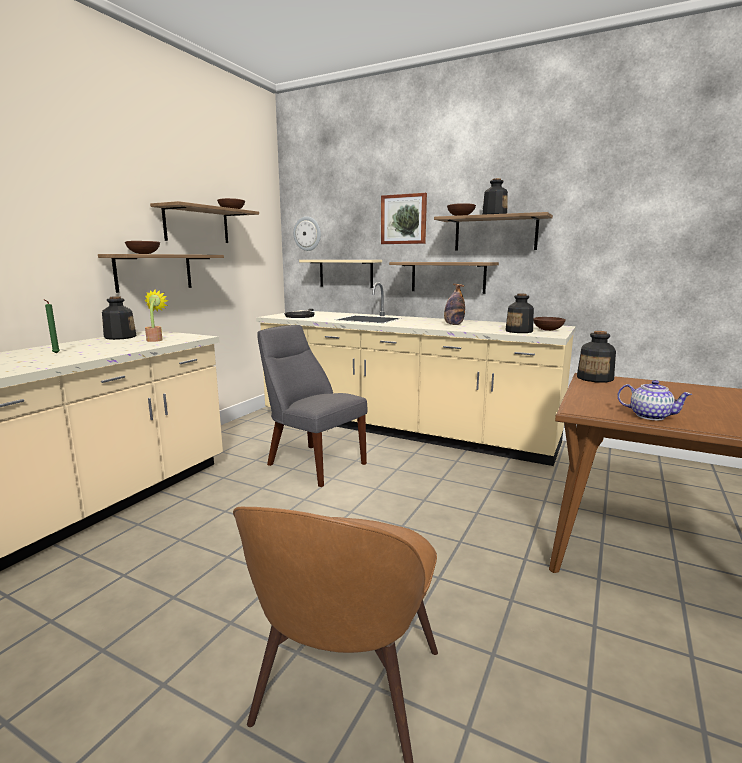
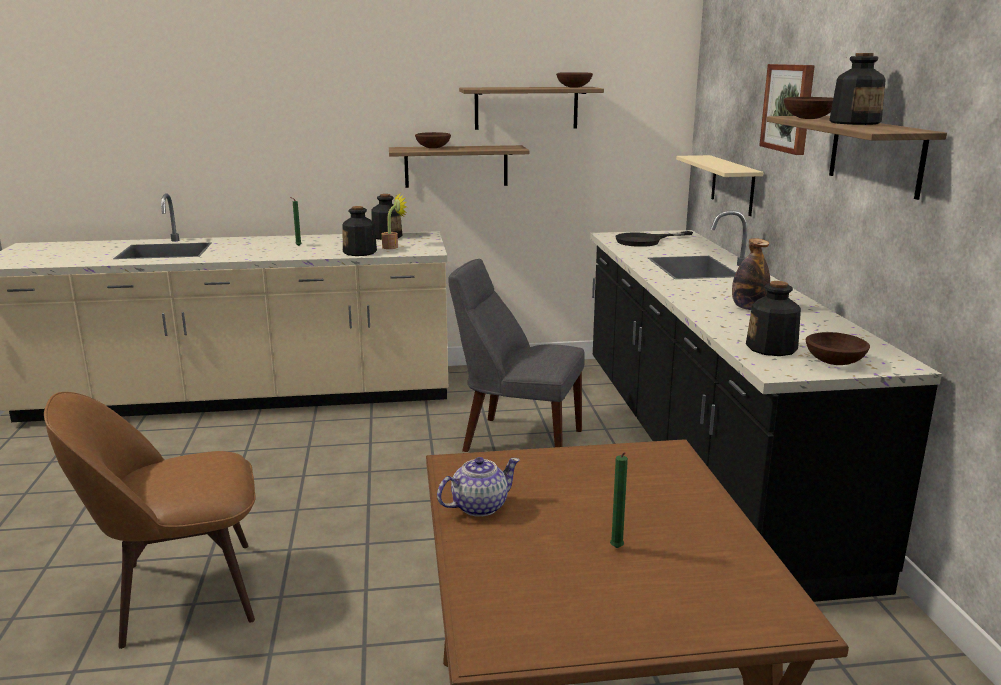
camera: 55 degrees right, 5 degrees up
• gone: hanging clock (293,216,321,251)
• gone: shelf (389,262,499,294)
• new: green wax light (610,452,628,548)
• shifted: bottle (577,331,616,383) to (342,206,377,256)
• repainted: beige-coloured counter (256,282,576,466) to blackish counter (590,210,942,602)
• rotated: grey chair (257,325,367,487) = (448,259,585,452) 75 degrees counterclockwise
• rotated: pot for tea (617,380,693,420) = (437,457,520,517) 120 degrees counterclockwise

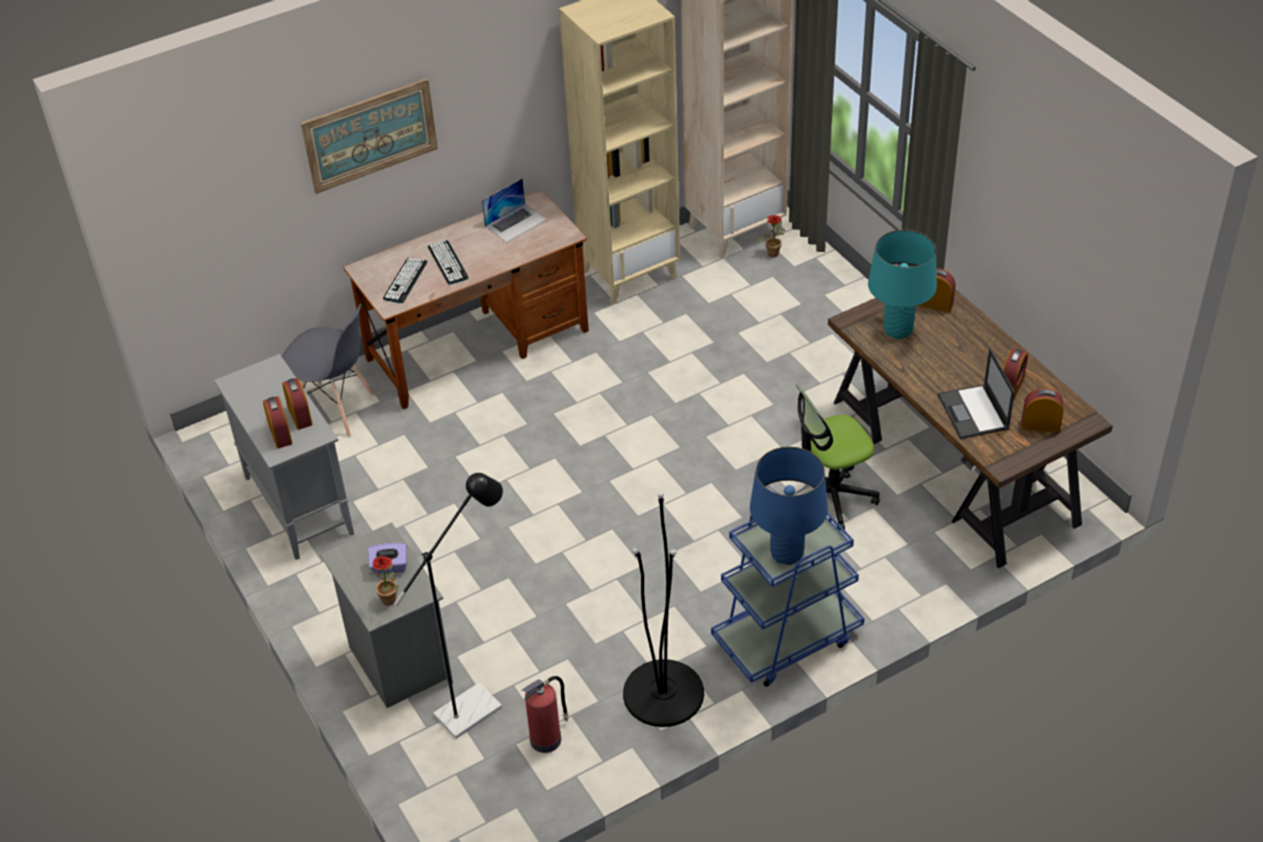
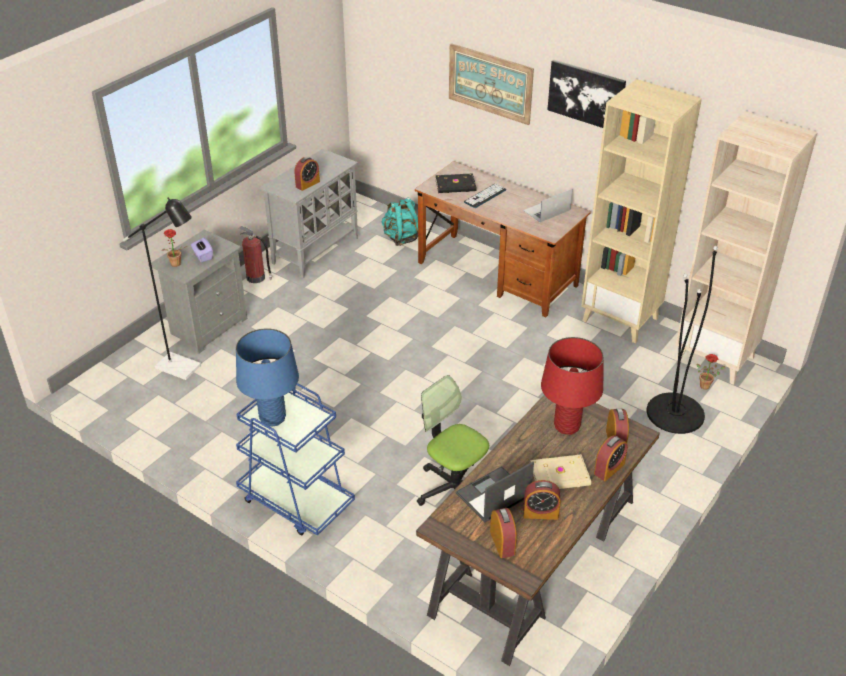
camera: 65 degrees right, 5 degrees down
• new: beige-coloured bound book (530,455,591,489)
• new: picture (547,60,626,128)
• shifted: bedside clock (263,396,293,448) to (594,435,628,481)
• shifted: extinguisher (522,676,569,753) to (239,226,272,283)
• shifted: blackish floor lamp (623,492,704,727) to (647,246,718,434)
• swapped: grey chair (282,304,375,437) to turquoise-coloured backpack (382,197,418,246)
• swapped: keyboard (383,257,427,303) to blackish bound book (435,173,476,193)
• repainted: turquoise-coloured lamp for a table (868,230,937,339) to red lamp for a table (541,337,604,435)
• rotated: notebook computer (482,178,547,242) = (523,189,572,222) 120 degrees clockwise

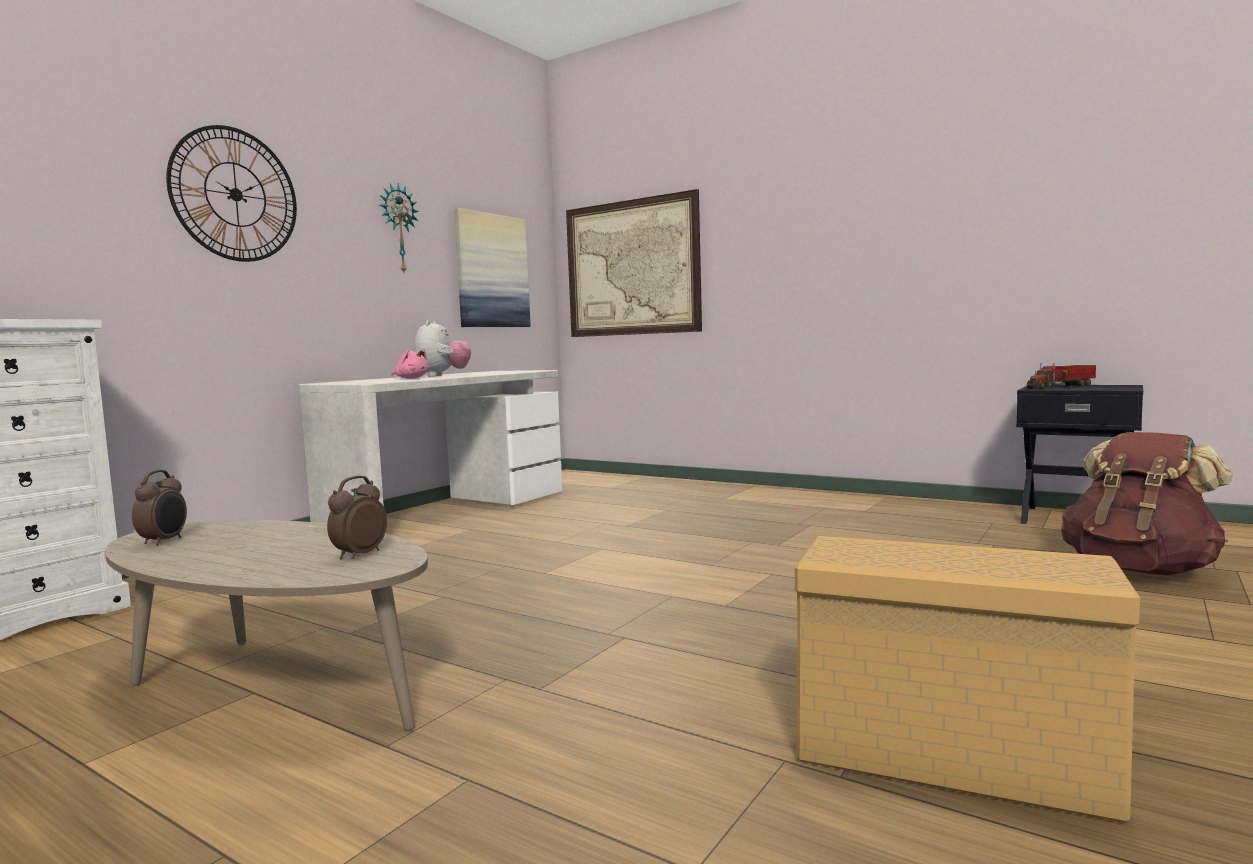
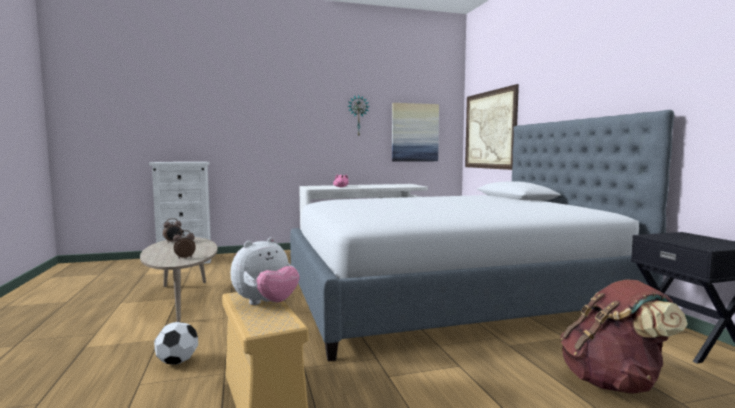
camera: 40 degrees right, 0 degrees up
• gone: hanging clock (166,125,297,262)
• gone: model truck (1027,363,1096,389)
• new: football ball (154,322,198,365)
• new: bedroom bed (290,110,674,362)
• shifted: soft toy (414,321,471,377) to (231,237,300,305)

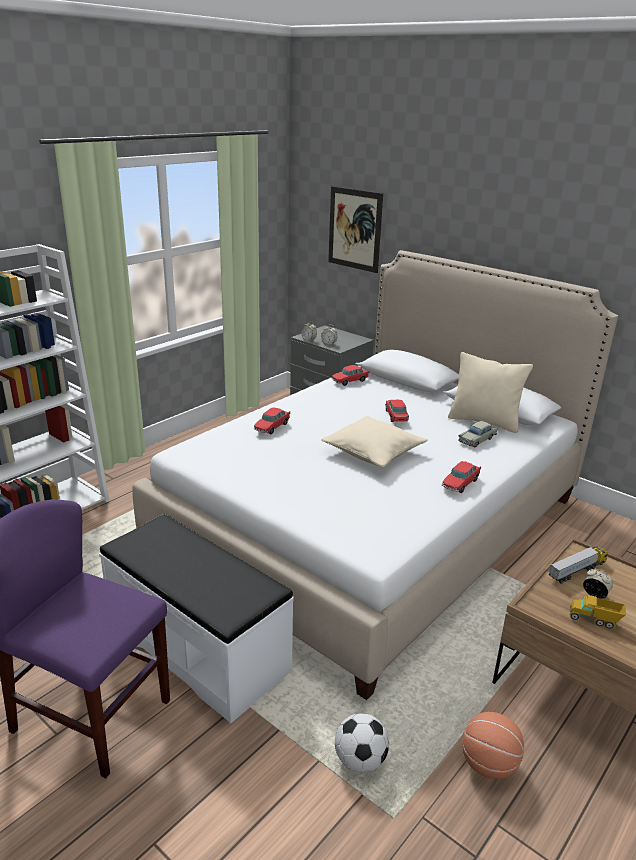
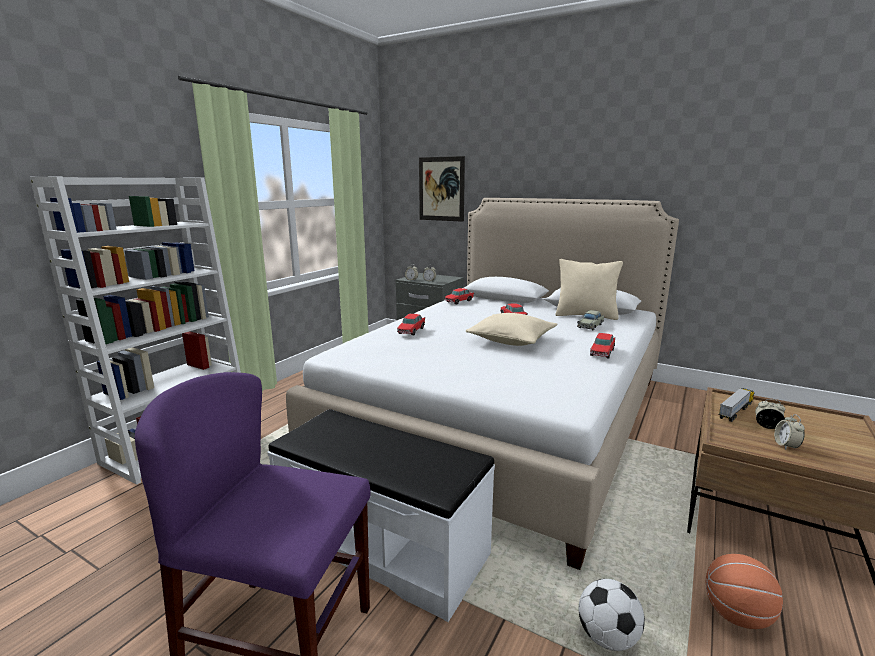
camera: 10 degrees left, 10 degrees down
• swapped: model truck (569,595,626,629) to bedside clock (774,414,805,450)

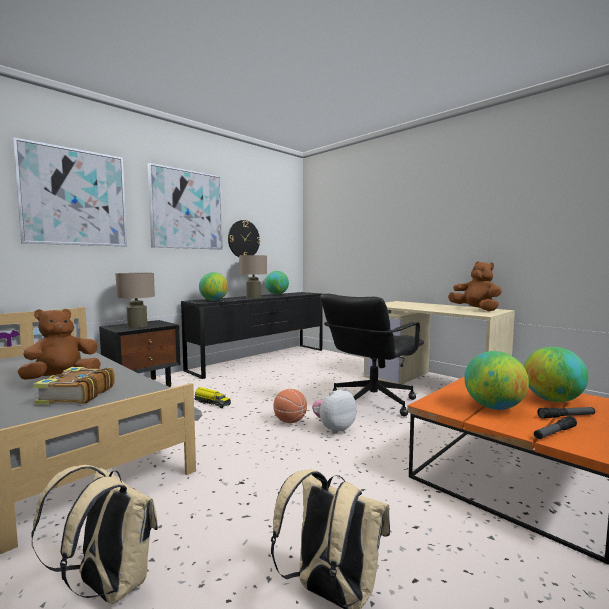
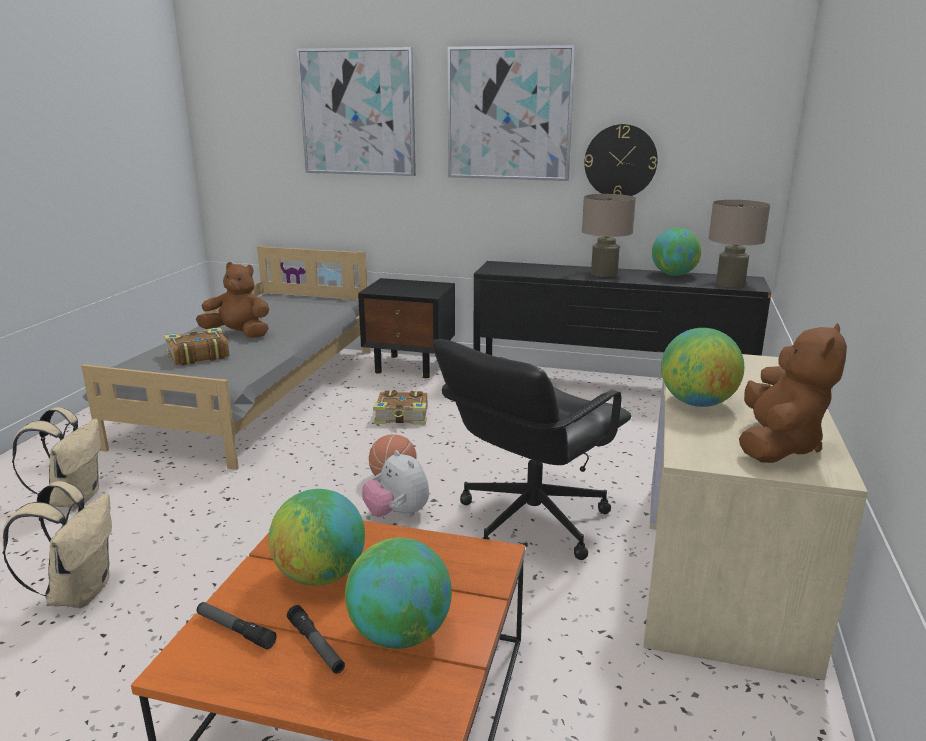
camera: 60 degrees right, 15 degrees up
• shifted: beige-coloured lamp for a table (115,273,155,328) to (709,200,770,288)
• shifted: desk globe (199,272,228,301) to (661,328,744,407)
• swapped: model truck (194,387,231,408) to bound book (373,391,427,425)
• rotated: soft toy (312,387,357,434) = (362,450,429,517) 150 degrees counterclockwise
• rotated: blackish computer chair (320,294,424,417) = (432,339,631,560) 60 degrees counterclockwise

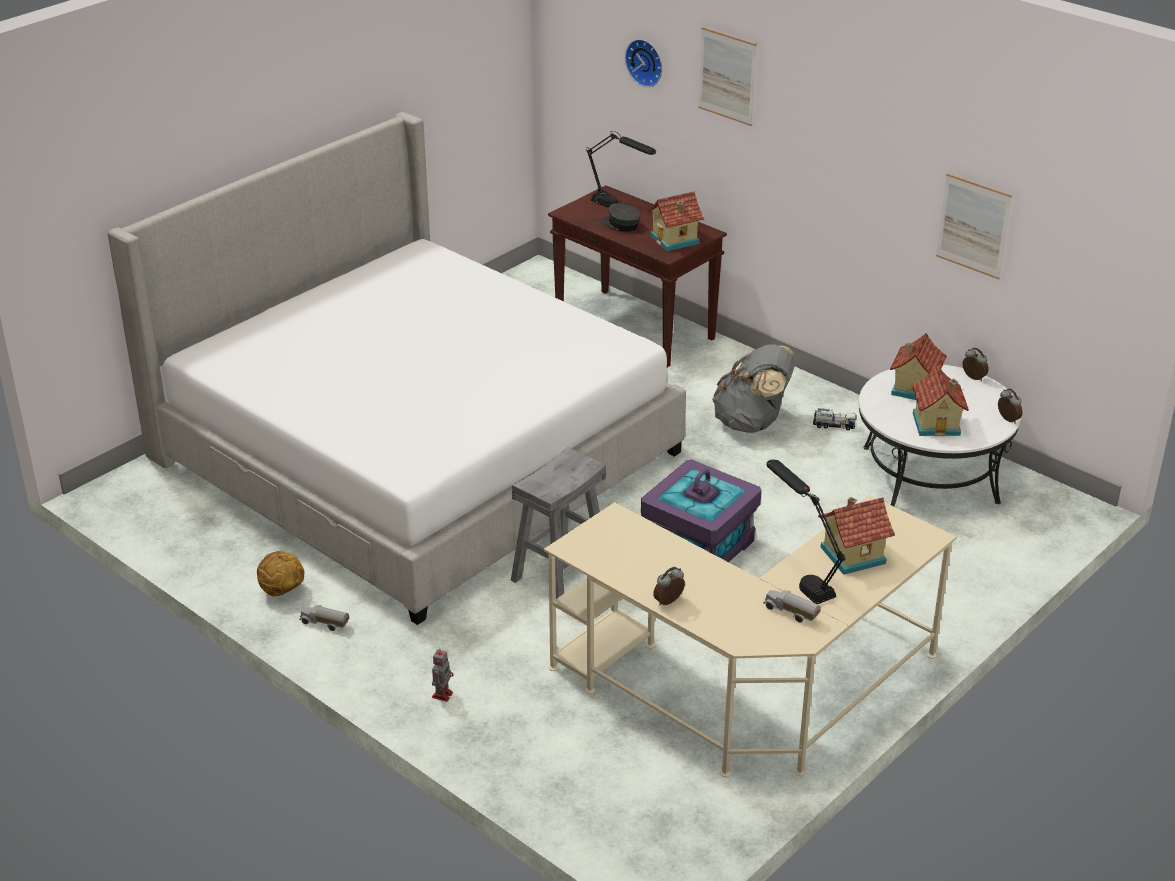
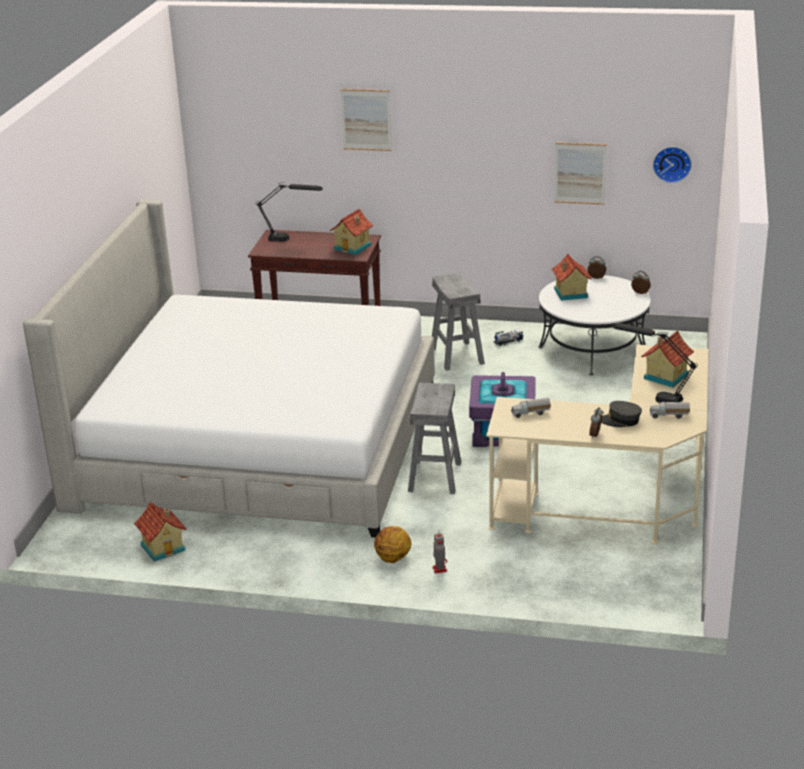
camera: 30 degrees left, 5 degrees down
• shifted: ball for basketball (257,551,304,596) to (374,526,411,563)
• shifted: model truck (299,605,349,631) to (511,398,551,418)
• shifted: grey baseball cap (601,203,640,232) to (601,401,642,427)
• shifted: hanging clock (625,39,662,87) to (653,147,692,183)
• shifted: miniature house (912,366,969,436) to (134,502,186,562)
• swapped: grey backpack (712,345,795,433) to grey stool (432,272,485,371)

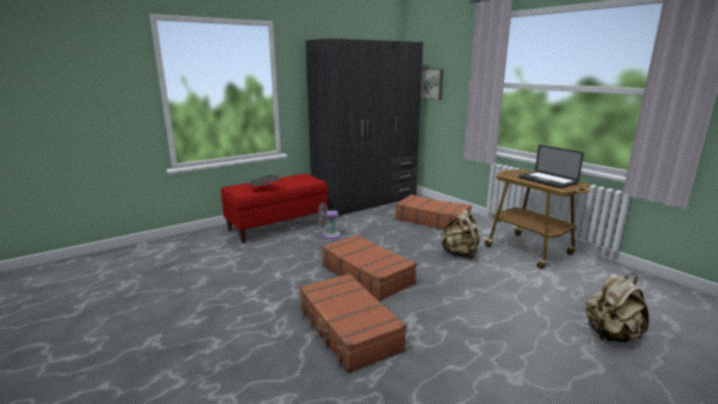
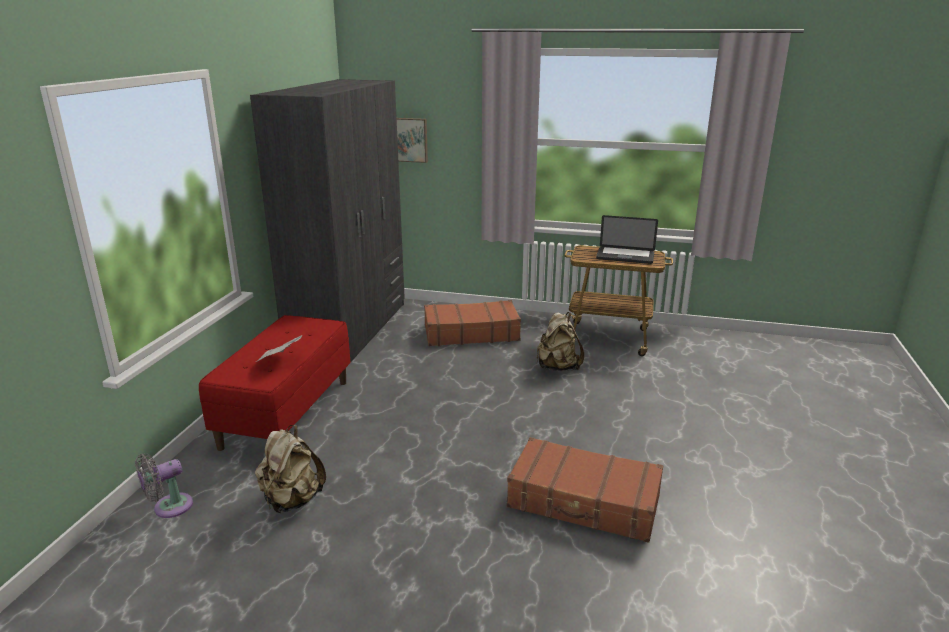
camera: 40 degrees left, 5 degrees up
• gone: brown-coloured travel case (322,234,417,301)
• shifted: grey cooling fan (318,202,341,239) to (135,453,193,518)
• shifted: beige-coloured backpack (586,273,649,343) to (255,425,326,513)

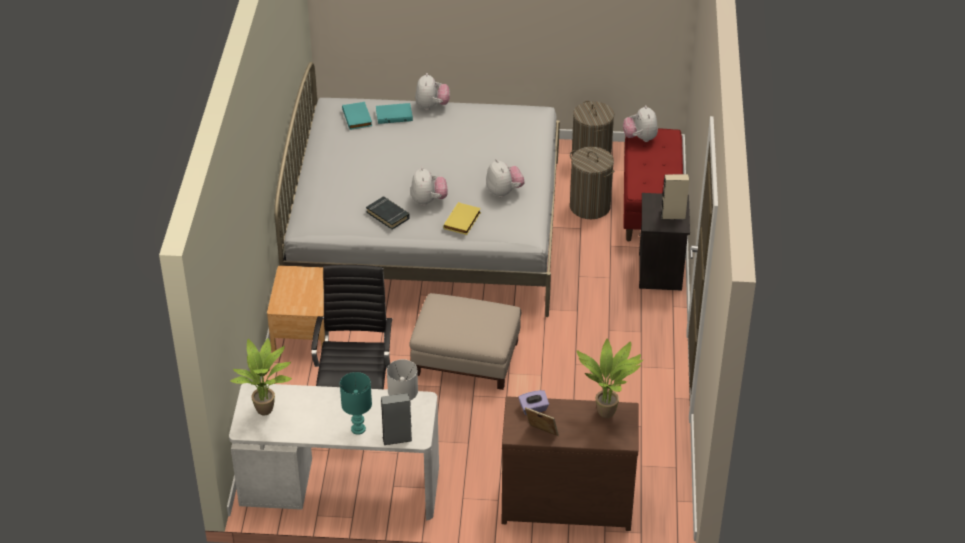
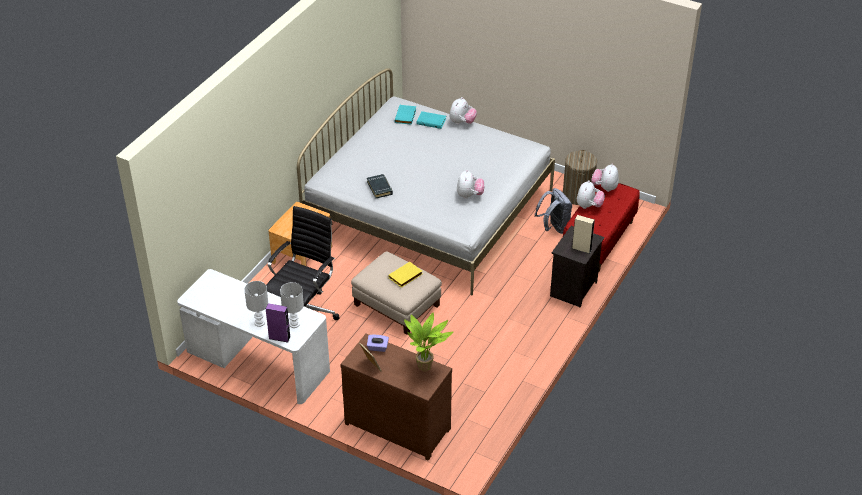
camera: 25 degrees right, 0 degrees up
• gone: plant in a pot (230,338,292,416)
• shifted: soft toy (411,167,448,206) to (577,180,605,209)
• shifted: yellowish bound book (443,202,481,235) to (388,262,422,288)
• swapped: laundry basket (570,147,614,219) to grey backpack (535,188,572,234)
• repainted: turquoise-coloured lamp for a table (340,372,372,435) to white-coloured lamp for a table (244,281,268,327)
• repainted: grey audio speaker (381,393,412,445) to purplish audio speaker (266,303,291,343)

